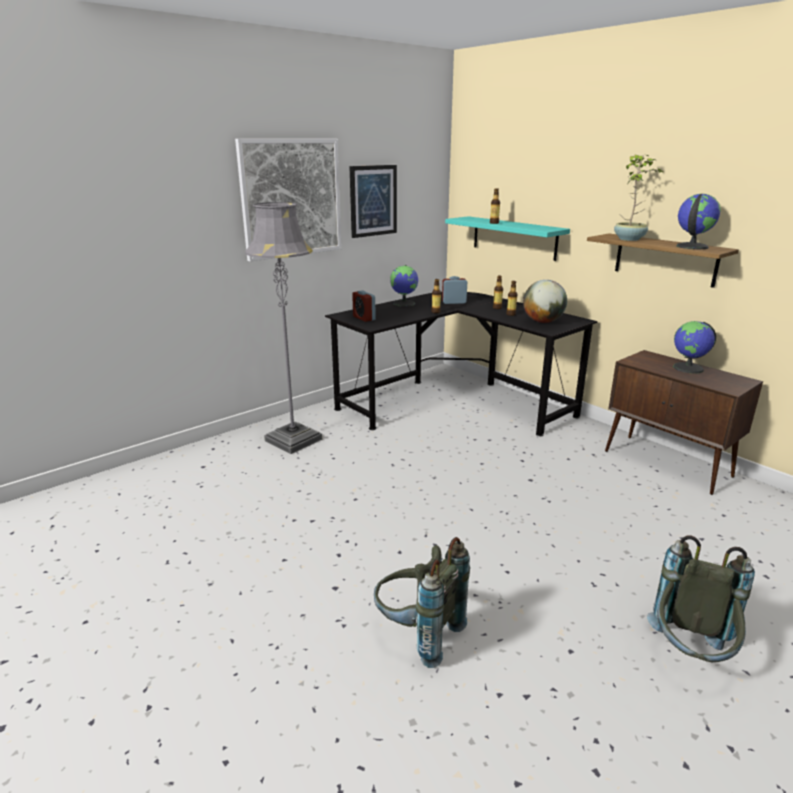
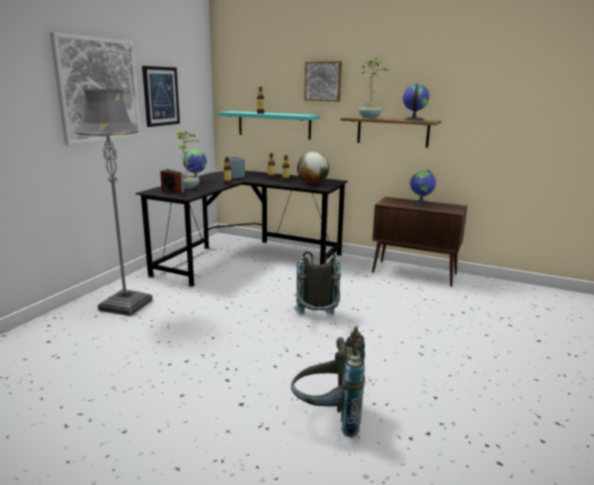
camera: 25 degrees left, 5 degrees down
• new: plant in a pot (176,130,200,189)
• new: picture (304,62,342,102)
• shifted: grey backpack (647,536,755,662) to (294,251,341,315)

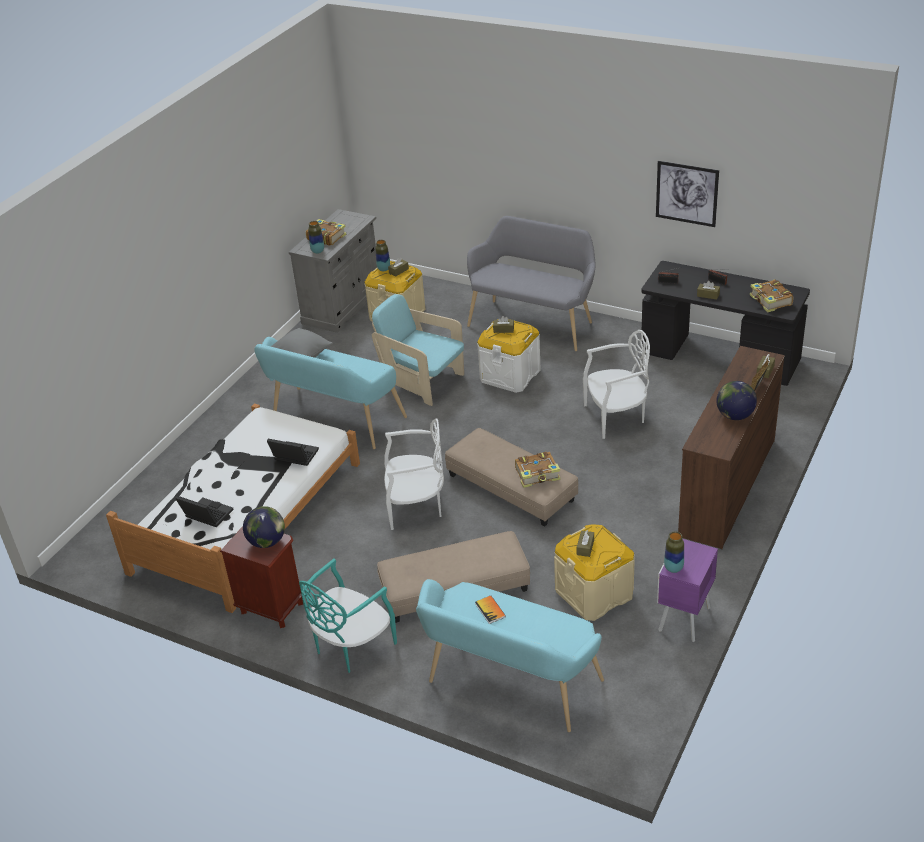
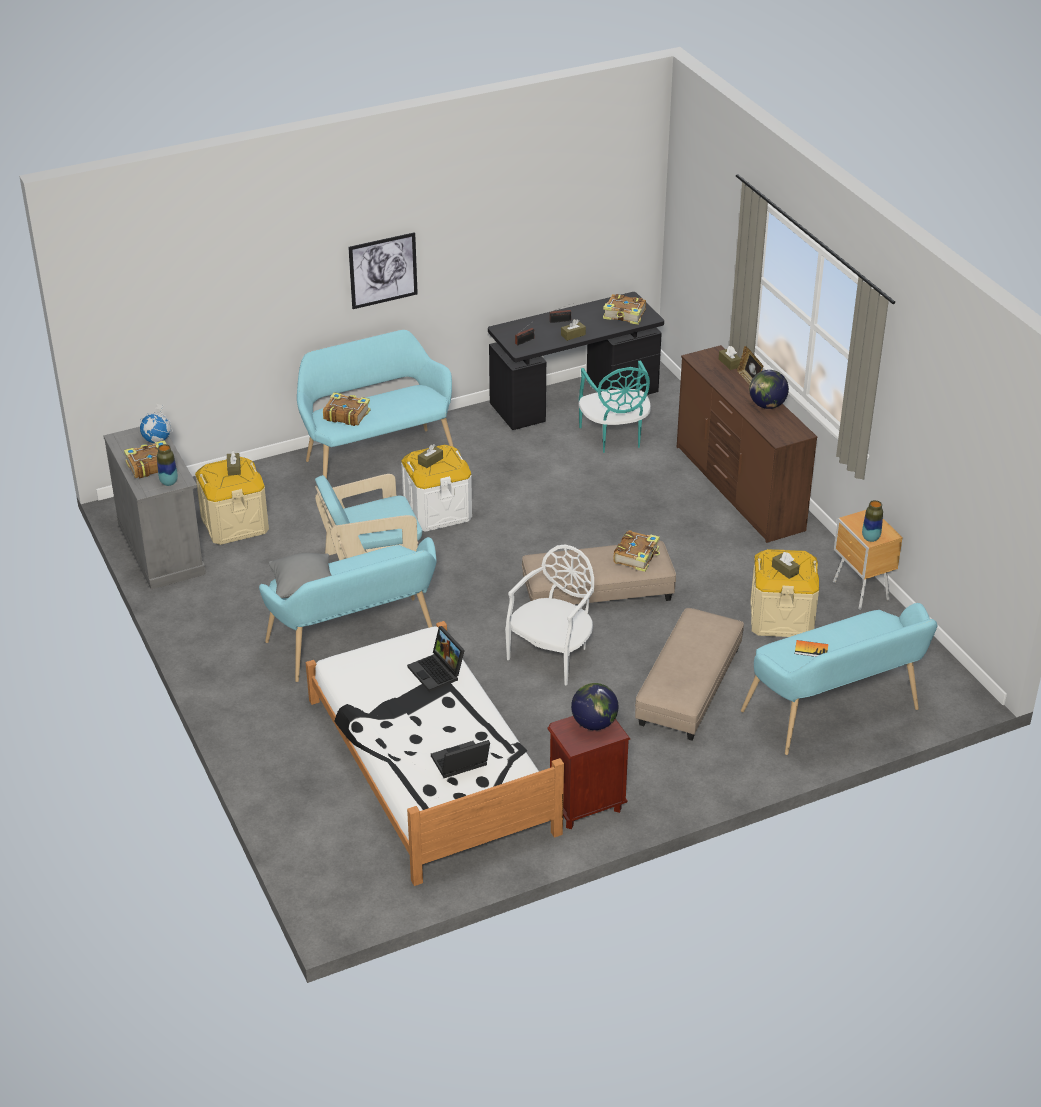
camera: 55 degrees left, 0 degrees up
• gone: decorative vase (375,240,390,271)
• gone: white-coloured chair (583,330,650,439)
• new: desk globe (140,404,173,443)
• new: bound book (323,392,370,426)
• shifted: turquoise-coloured chair (299,558,397,673) to (579,361,651,453)
• shifted: picture (656,161,719,227) to (348,232,418,309)
• repainted: grey indoor bench (467,216,596,351) to turquoise-coloured indoor bench (297,330,454,479)
• repainted: purplish bedside table (657,539,718,642) to brown-coloured bedside table (833,510,903,610)
• rotated: notebook computer (267,439,319,466) = (407,626,465,692) 90 degrees counterclockwise

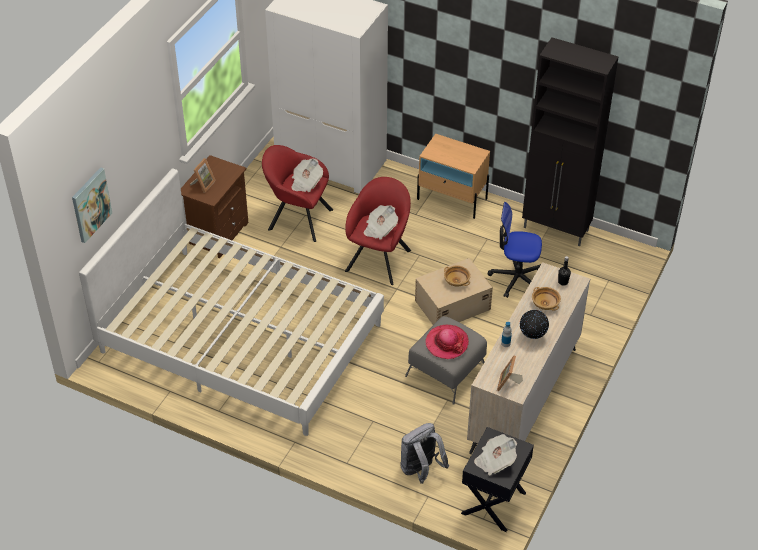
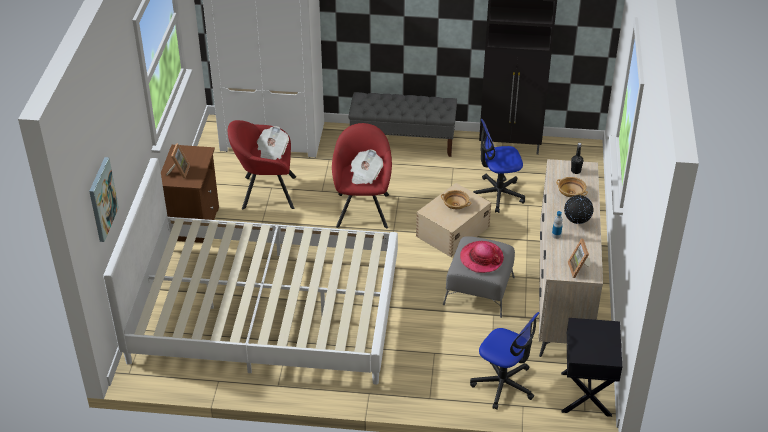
camera: 20 degrees left, 5 degrees down
• gone: daily paper (474,434,517,475)
• swapped: grey backpack (401,423,449,484) to computer chair (470,312,540,410)
• swapped: beige-coloured bedside table (417,134,490,219) to grey indoor bench (348,92,457,157)

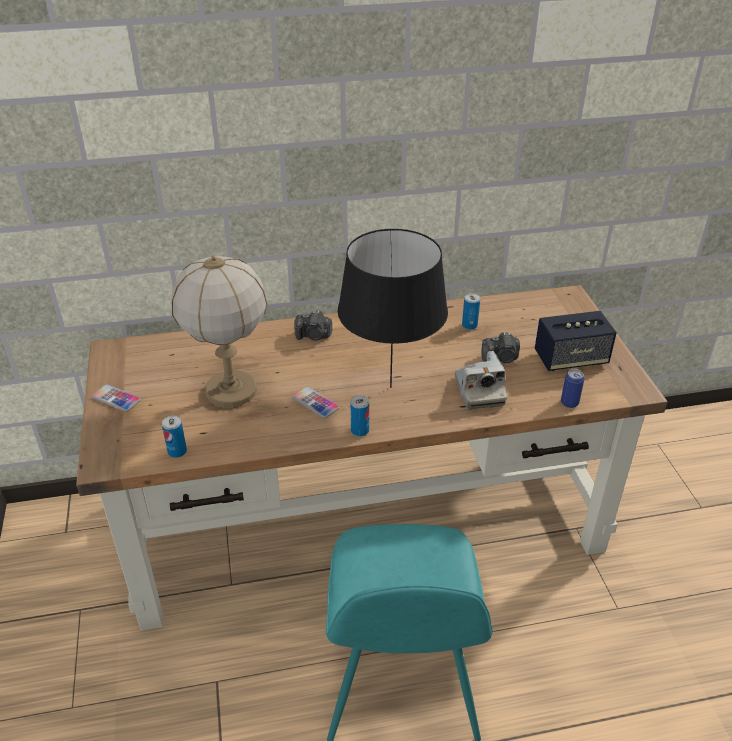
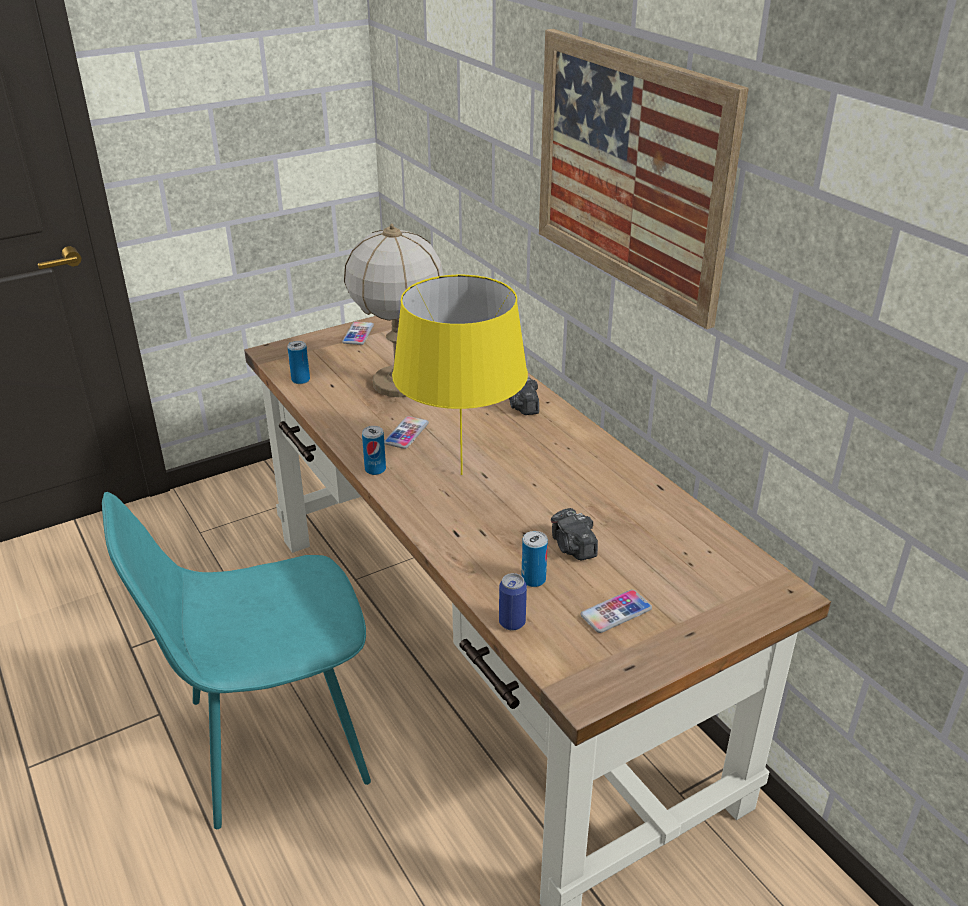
camera: 70 degrees right, 5 degrees down
• gone: still camera (455,351,507,409)
• new: picture (539,29,749,329)
• shifted: sealed can (462,293,480,330) to (521,531,548,587)
• swapped: audio speaker (535,311,617,371) to handset (581,590,652,633)
• repainted: blackish lamp for a table (337,229,448,388) to yellowish lamp for a table (392,275,528,475)

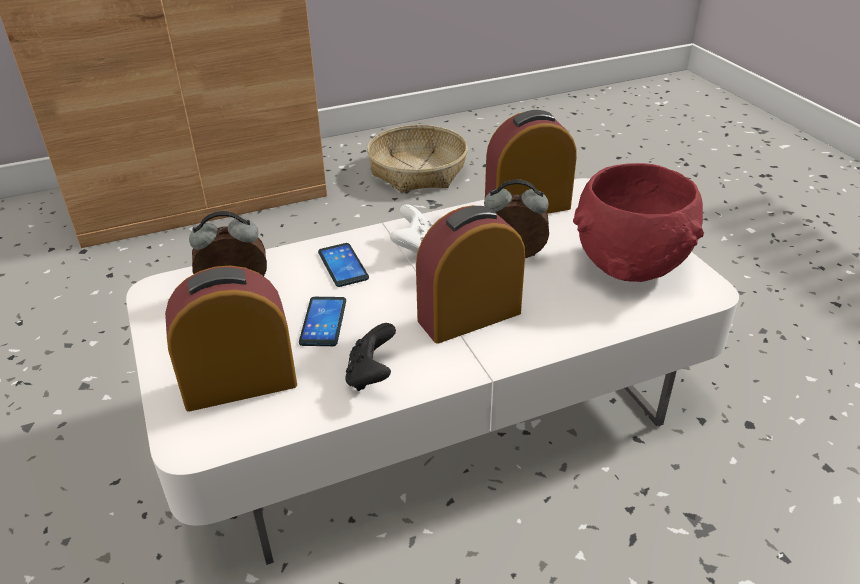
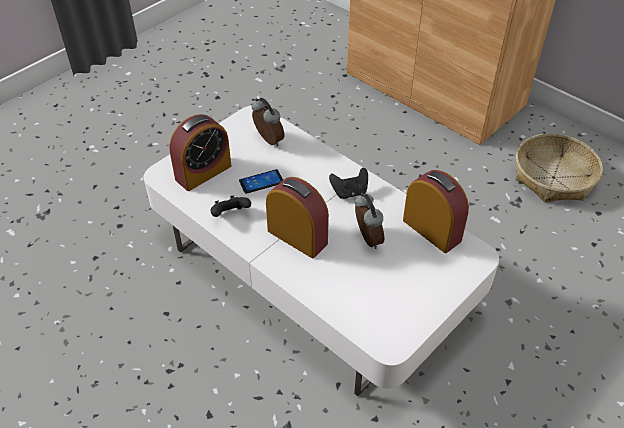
camera: 65 degrees right, 10 degrees up
• gone: handset (318,243,369,287)
• gone: red bowl (573,163,704,282)
• repainted: white-coloured game controller (390,204,434,256) to blackish game controller (329,168,368,199)
• rotated: bedside clock (165,266,297,412) = (169,114,231,191) 90 degrees clockwise

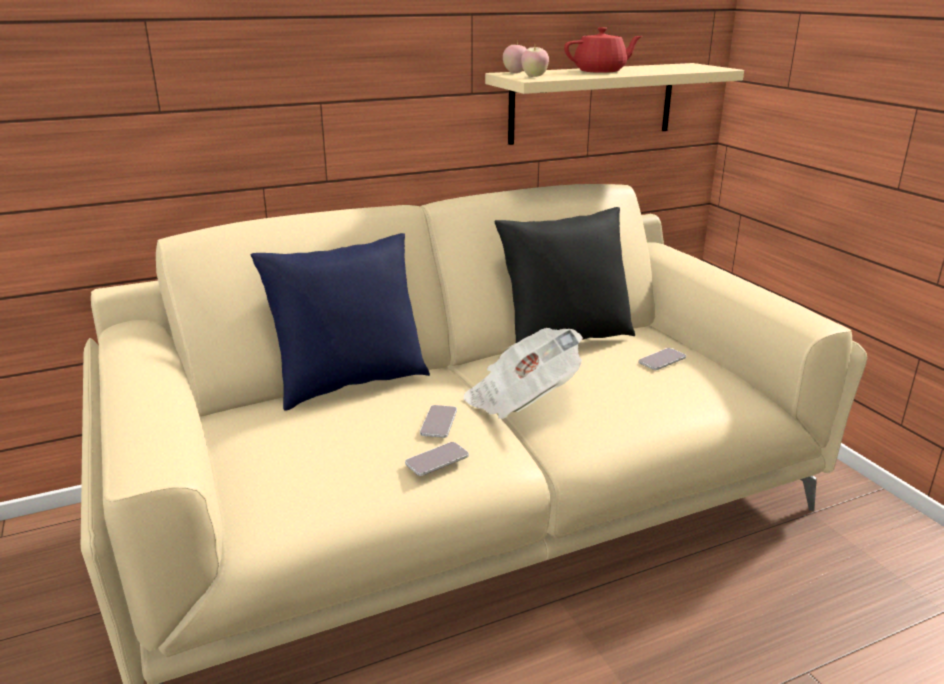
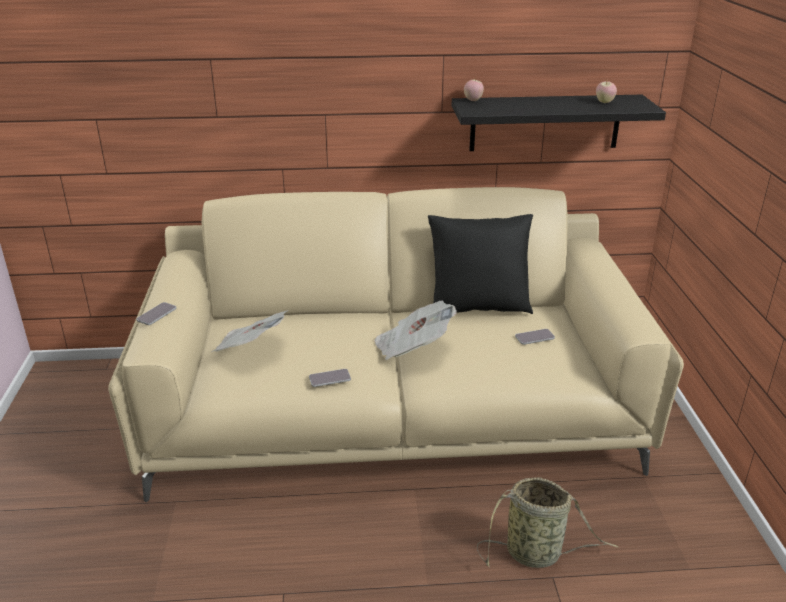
camera: 20 degrees right, 5 degrees up
• gone: blue cushion (251,233,430,411)
• gone: red pot for tea (564,27,642,73)
• new: daily paper (212,310,288,352)
• new: storage basket (477,477,618,568)
• shifted: handset (420,405,457,438) to (136,302,176,325)
• shifted: apple (521,45,549,77) to (596,81,617,103)
• repainted: beige-coloured shelf (485,63,744,145) to blackish shelf (451,95,666,151)

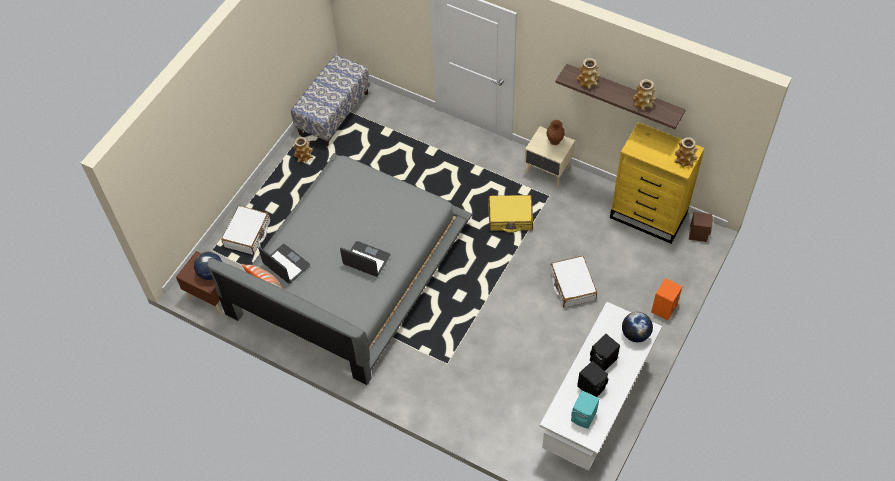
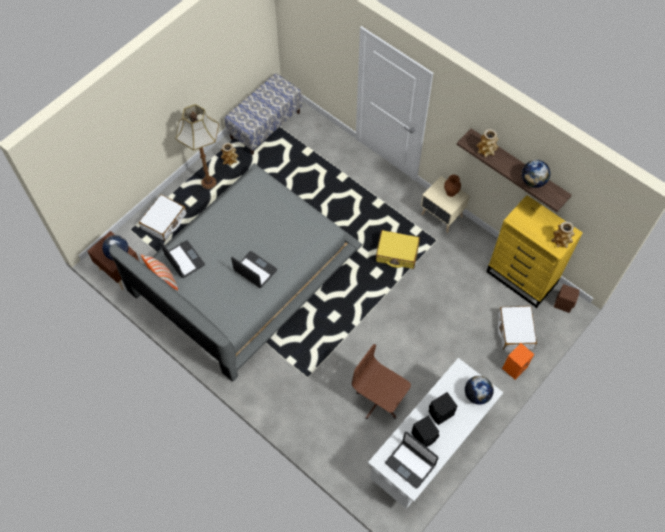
camera: 10 degrees right, 5 degrees up
• new: floor lamp (175,104,219,189)
• new: brown-coloured computer chair (352,344,411,419)
• shifted: white-coloured travel case (550,256,597,308) to (498,306,537,350)
• swapped: turquoise-coloured audio speaker (571,390,600,429) to notebook computer (385,432,439,489)
• swapped: decorative vase (633,79,656,110) to desk globe (522,160,550,188)

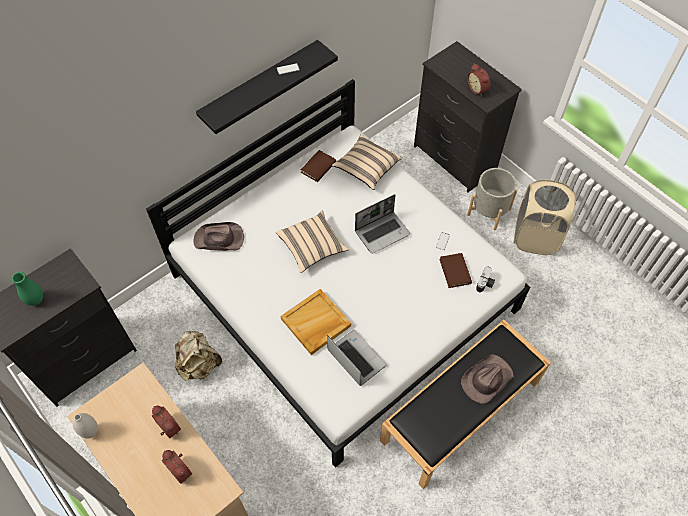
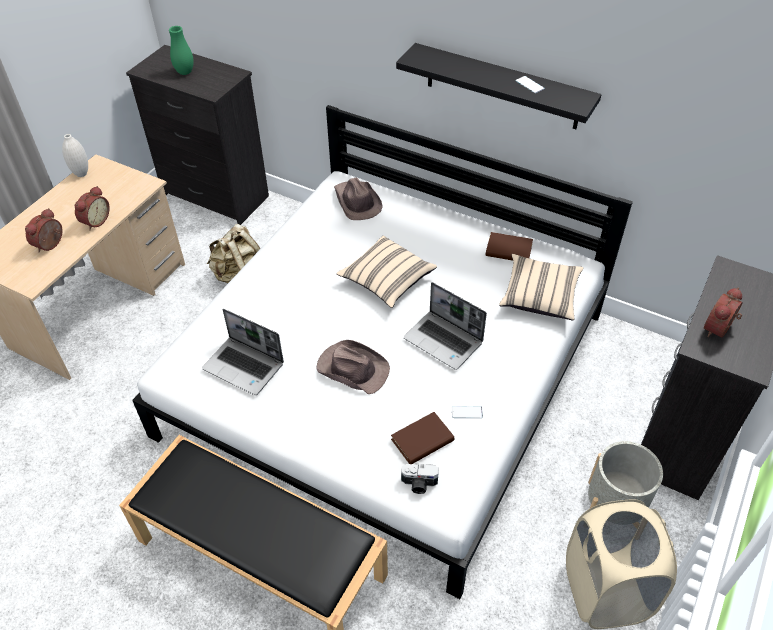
camera: 70 degrees right, 10 degrees down
• gone: beige-coloured tray (281,289,351,355)
• shifted: brown-coloured clothing hat (461,354,514,404) to (316,340,390,394)
• rotated: notebook computer (327,330,387,386) = (202,309,284,395) 90 degrees clockwise

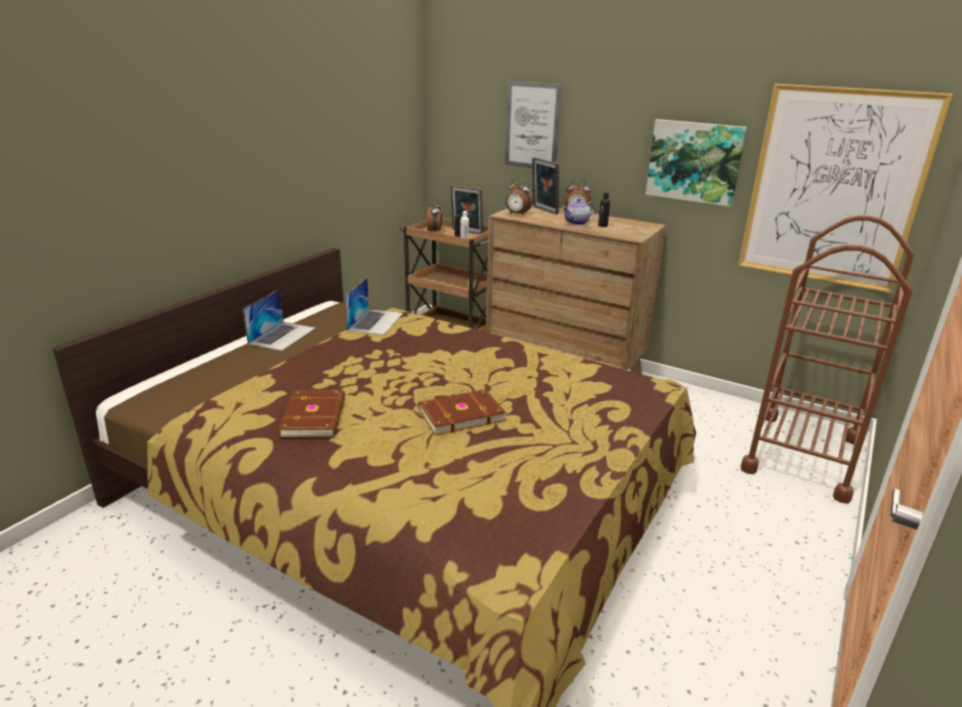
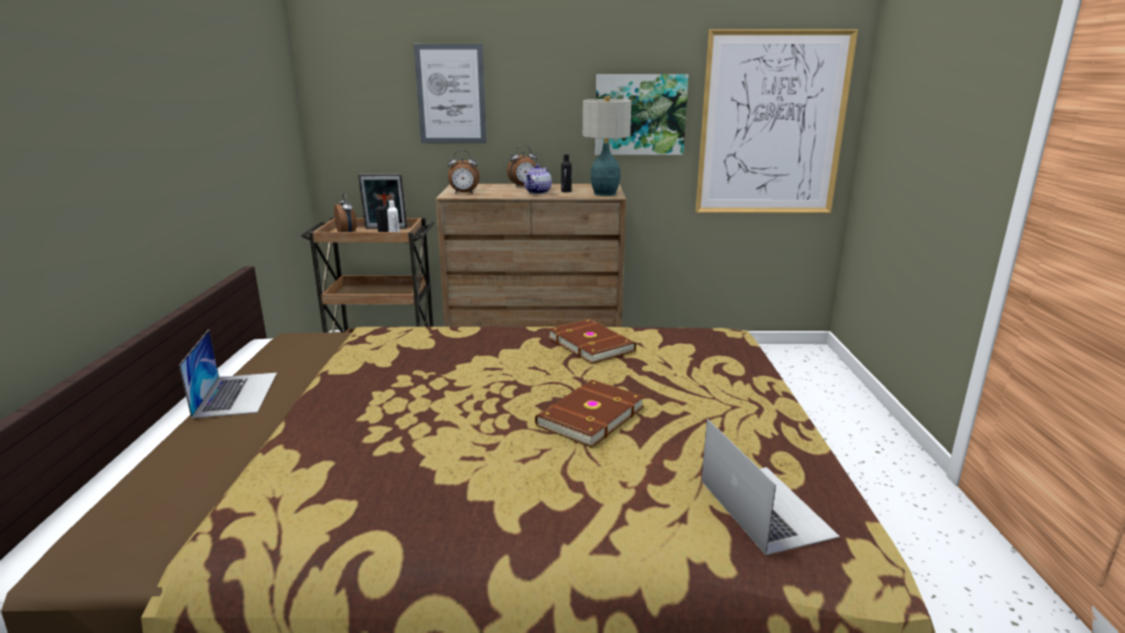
camera: 30 degrees left, 5 degrees down
• gone: standing frame (532,157,559,214)
• gone: brown-coloured wheeled cart (741,215,914,504)
• new: lamp for a table (583,96,631,196)
• shifted: brown-coloured bound book (278,390,345,438) to (548,319,636,364)
• shifted: notebook computer (345,277,403,335) to (701,419,840,555)

